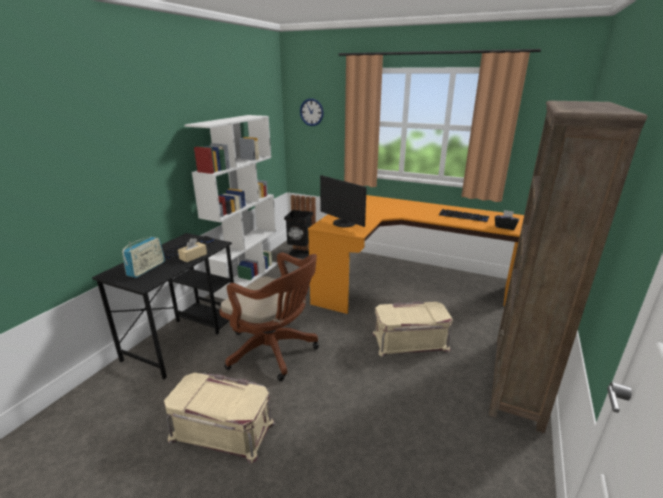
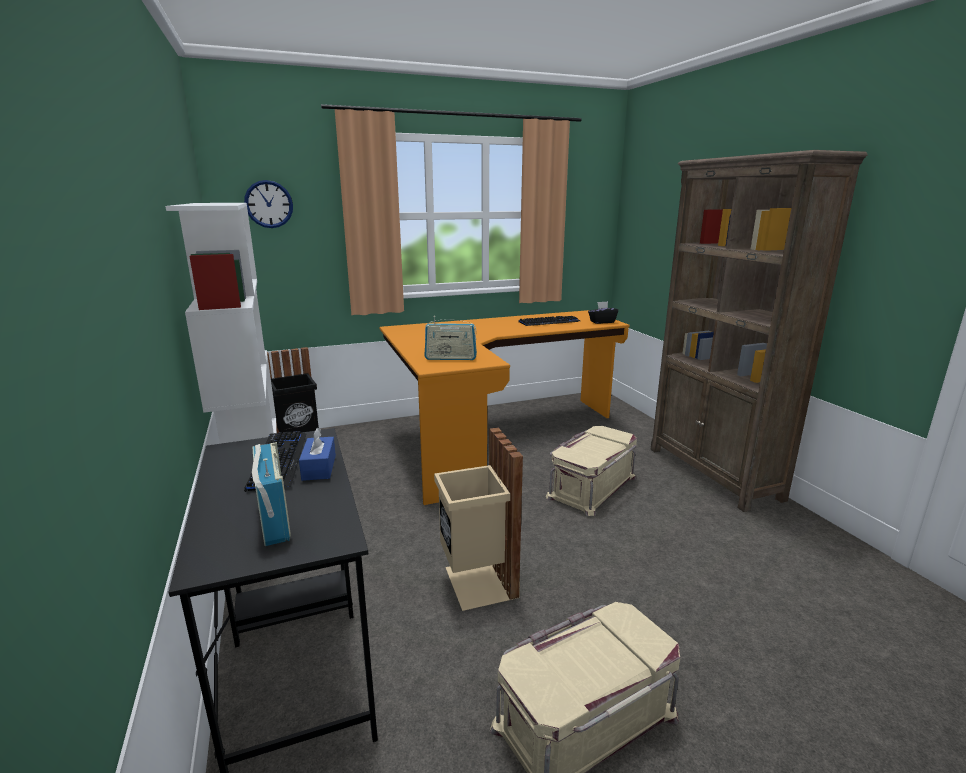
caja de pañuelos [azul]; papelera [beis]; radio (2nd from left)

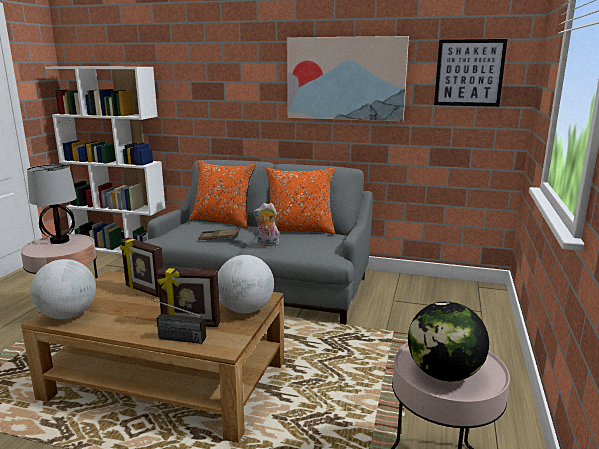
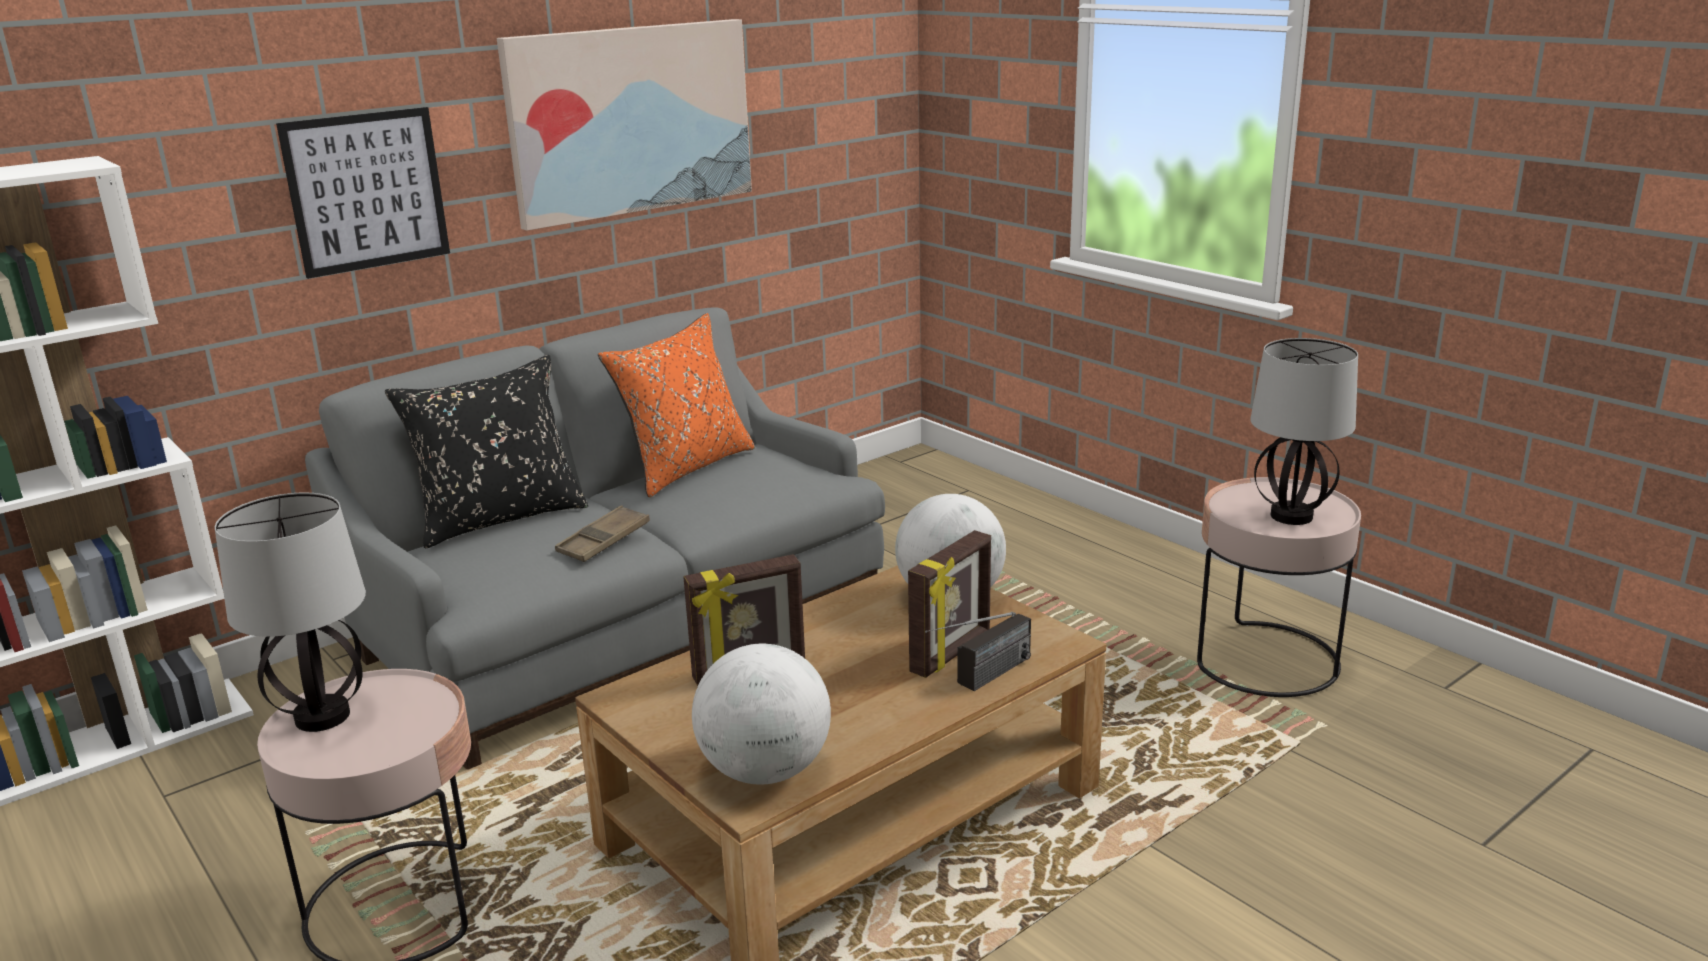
cojín [negro]; peluche; lámpara de mesa (2nd from left); cuadro (1st from left)

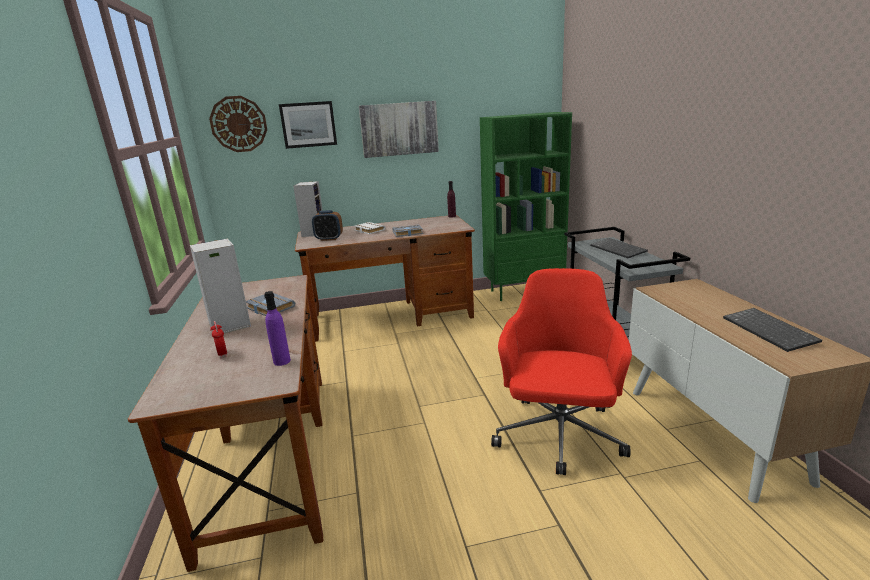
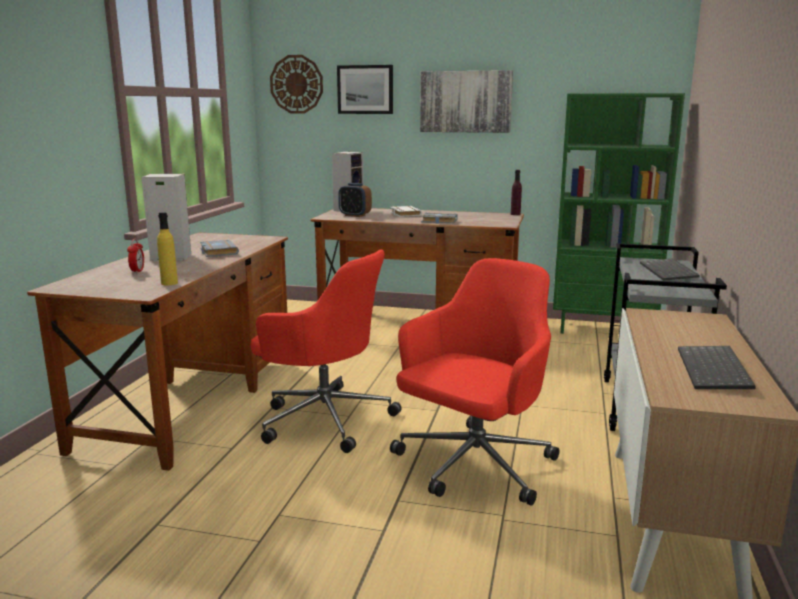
botella [amarillo]; silla de oficina [rojo] (1st from left)

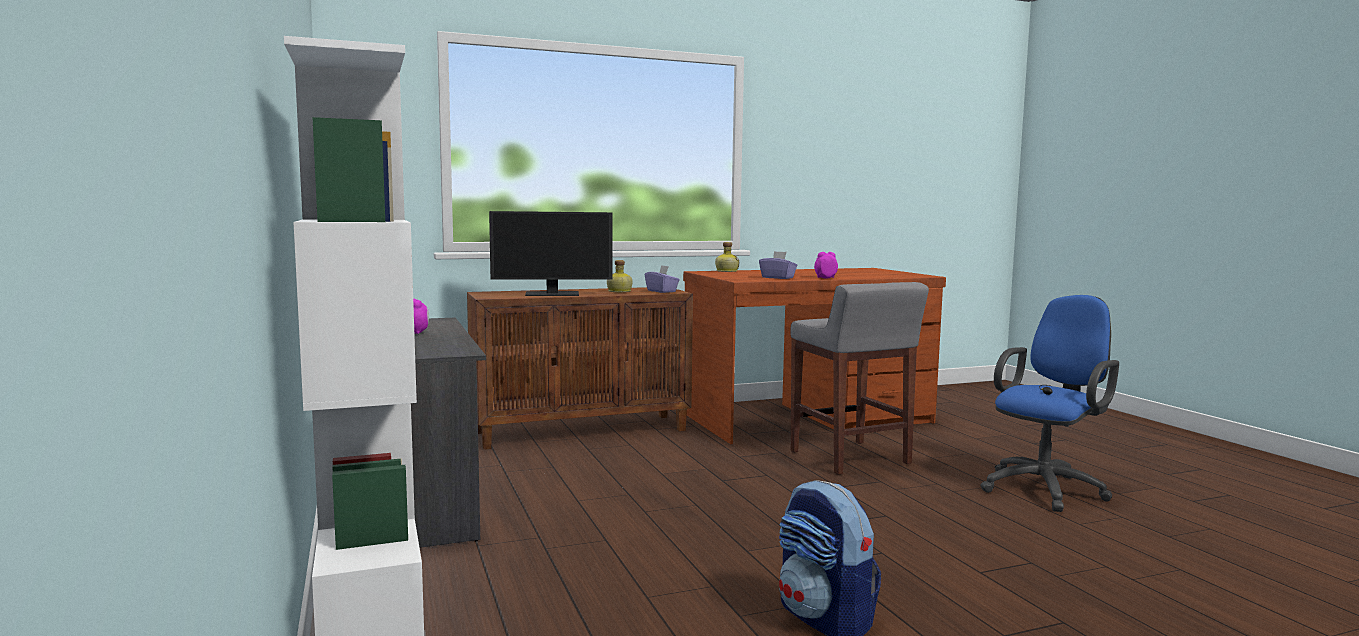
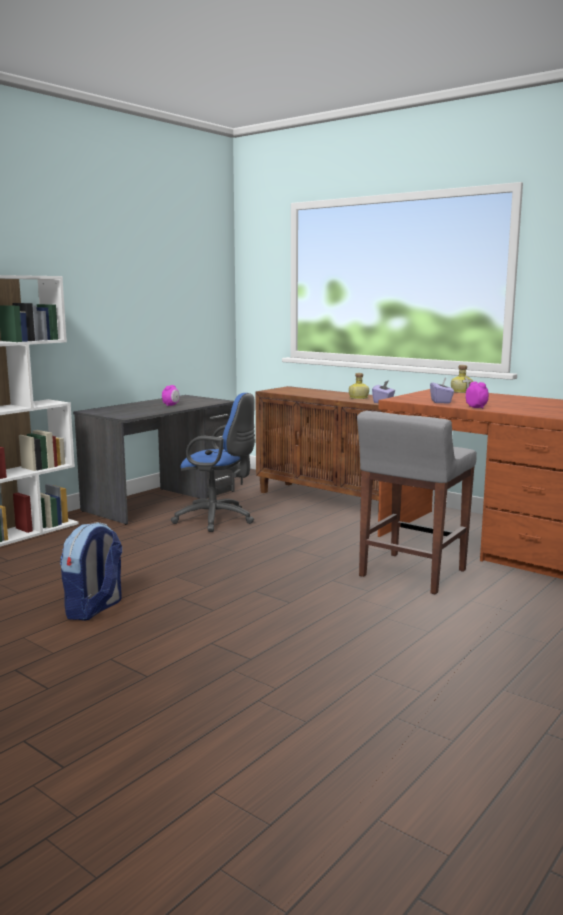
monitor; silla de oficina [azul]

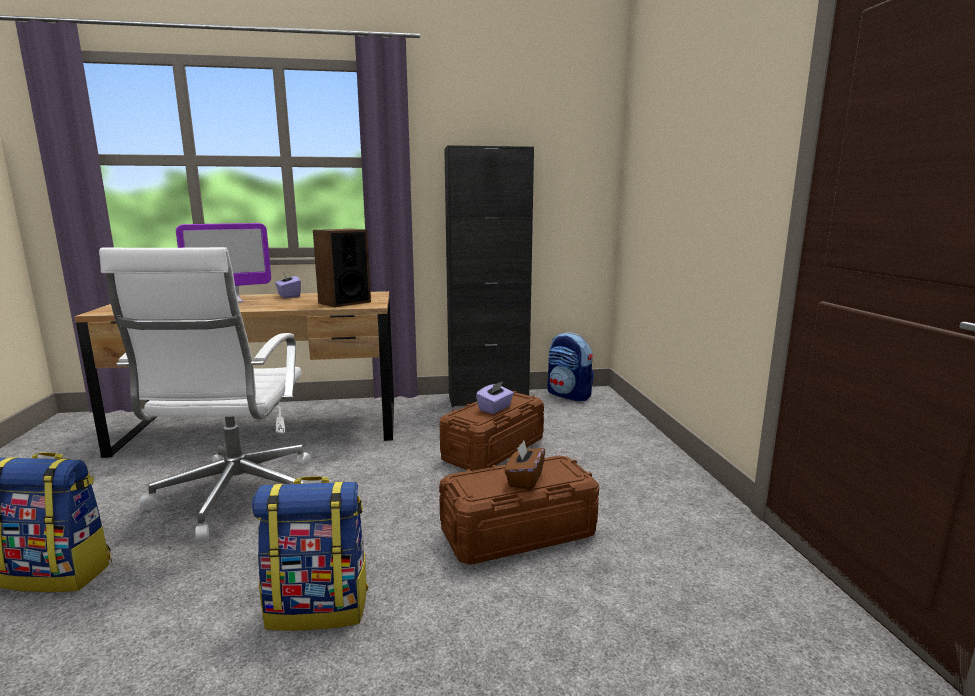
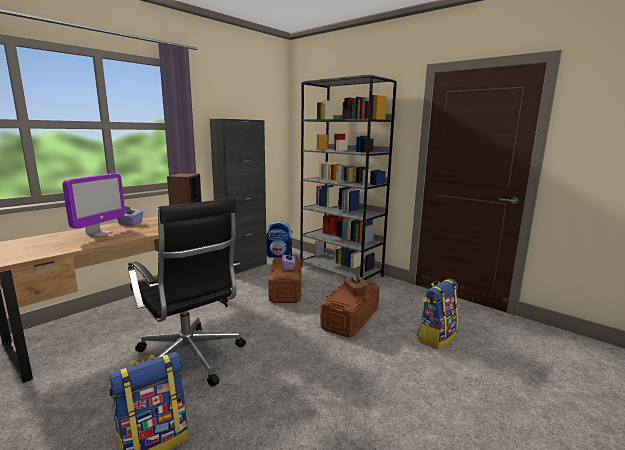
silla de oficina [negro]; mochila (3rd from left); estantería [gris]

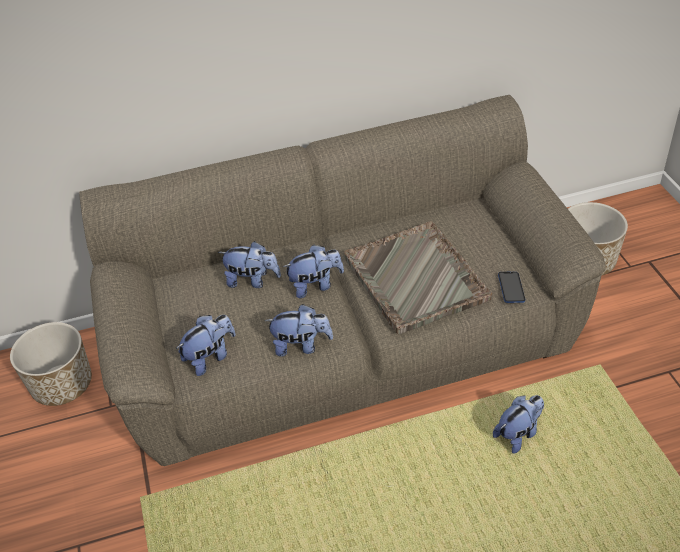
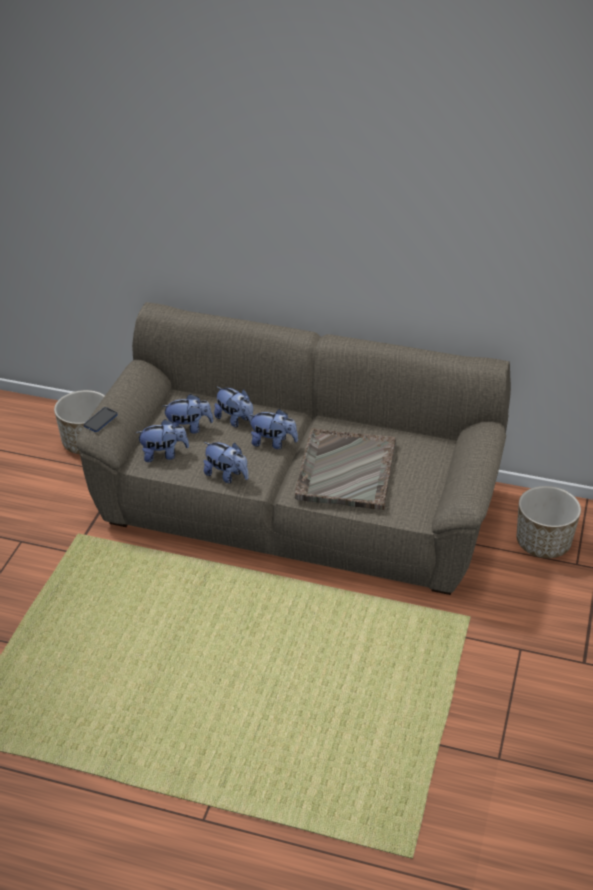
peluche (2nd from left); móvil

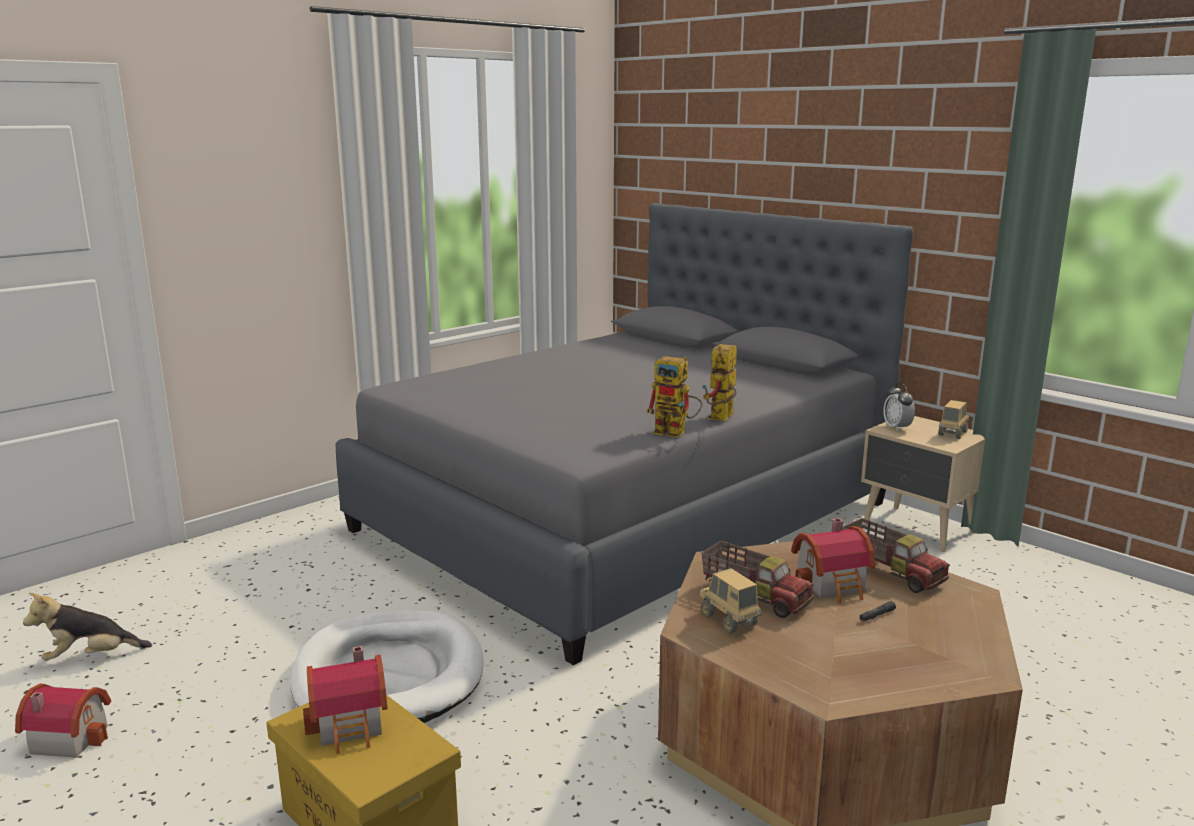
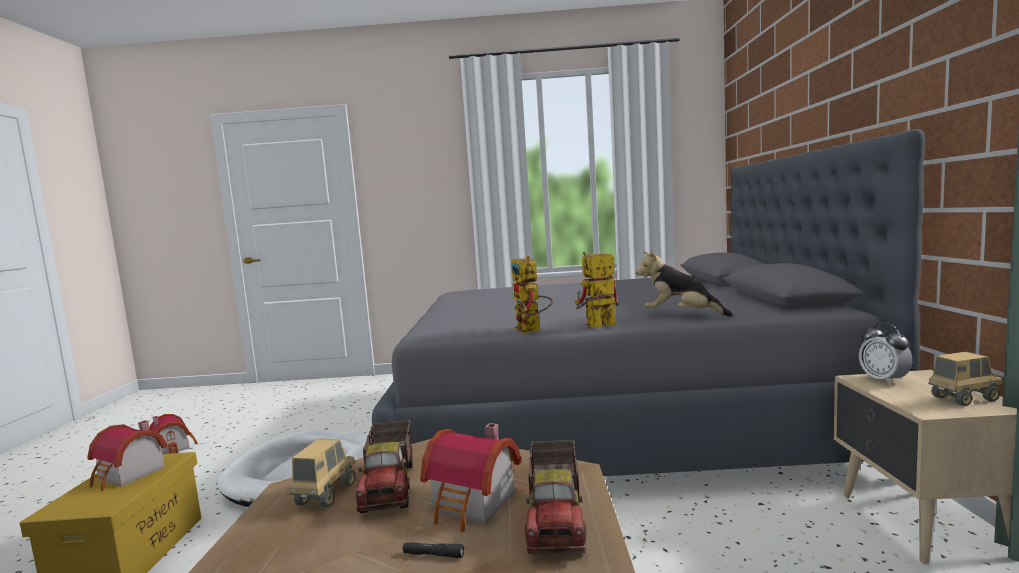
peluche; despertador

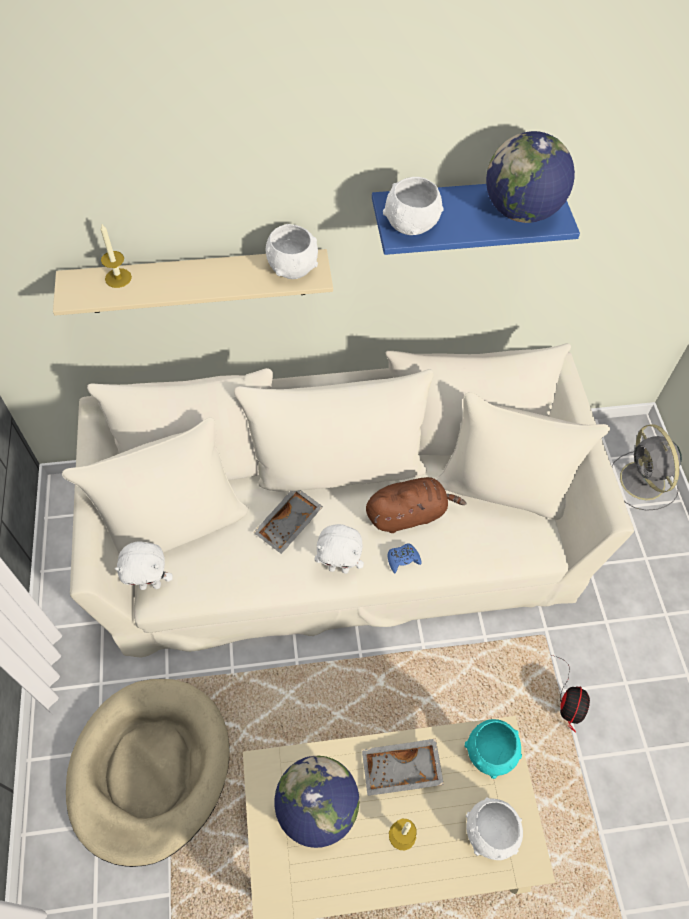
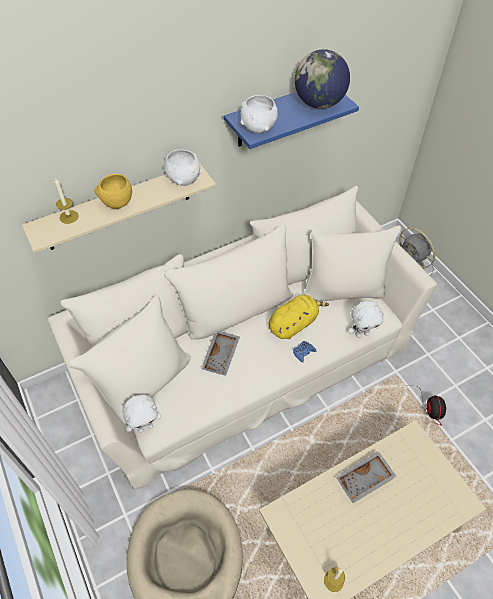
globo terráqueo (1st from left in the first image); peluche [blanco] (2nd from left); peluche [amarillo]; vela (2nd from left); cuenco [turquesa]; cuenco [blanco] (3rd from left in the first image); cuenco [amarillo]

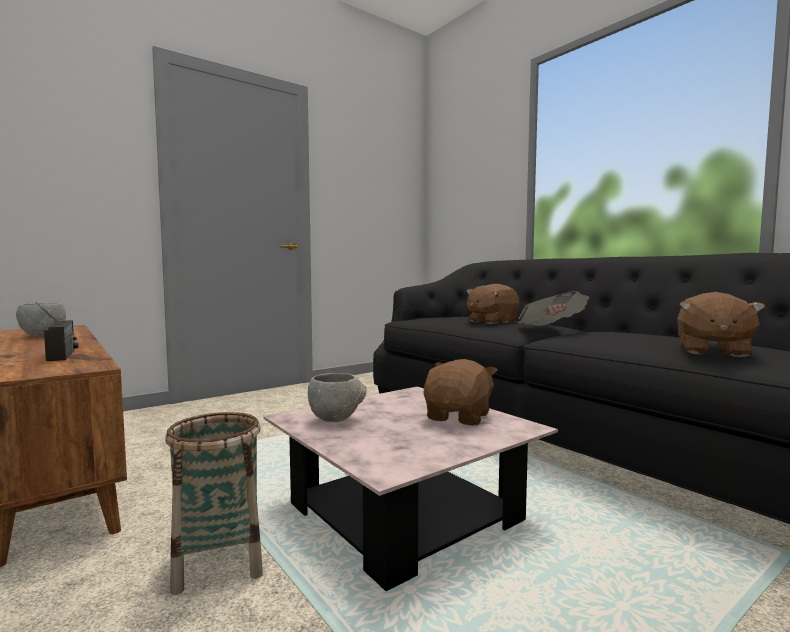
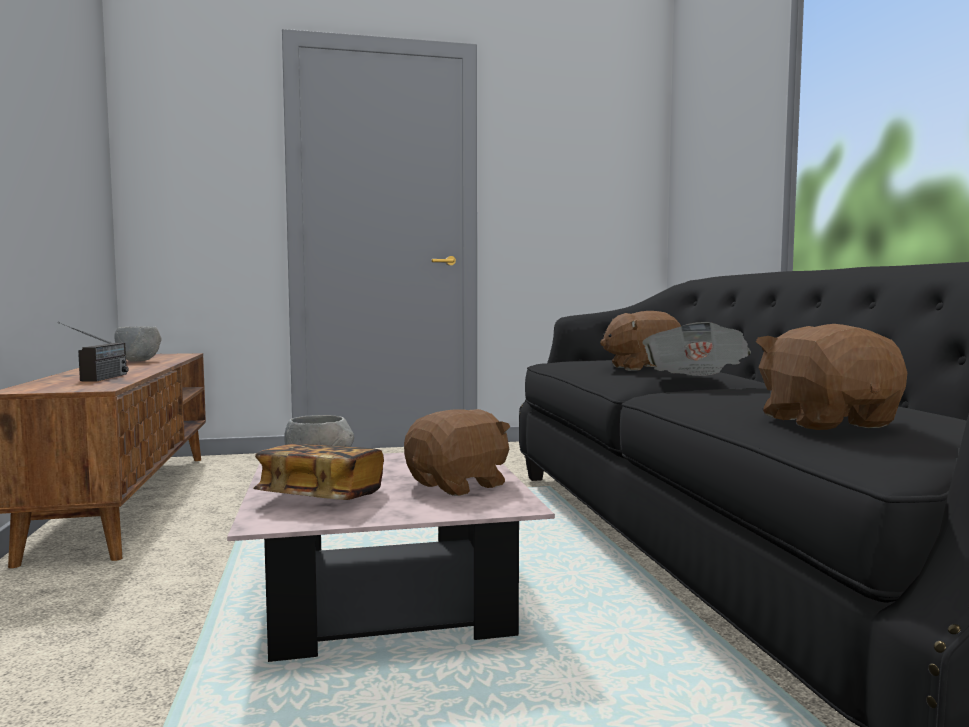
cesta; peluche [marrón] (3rd from left); libro

